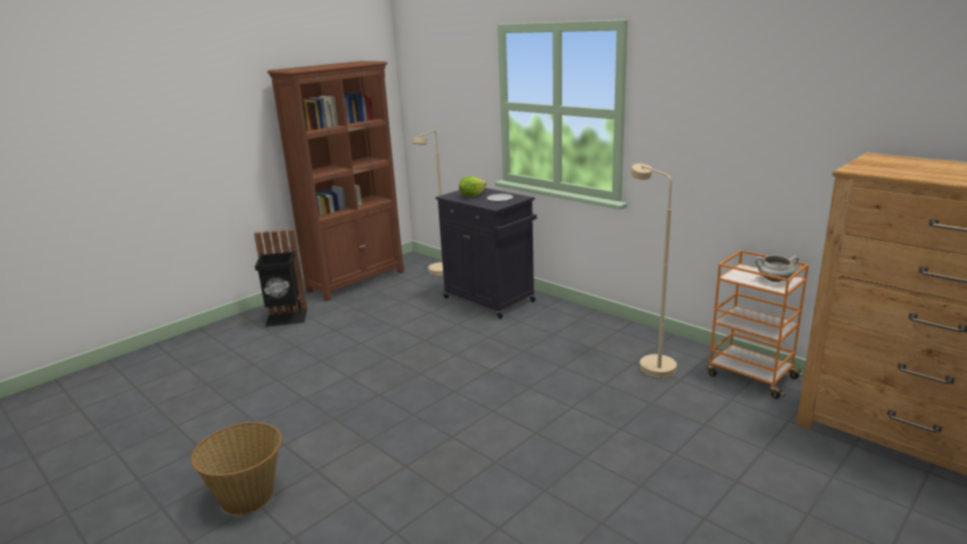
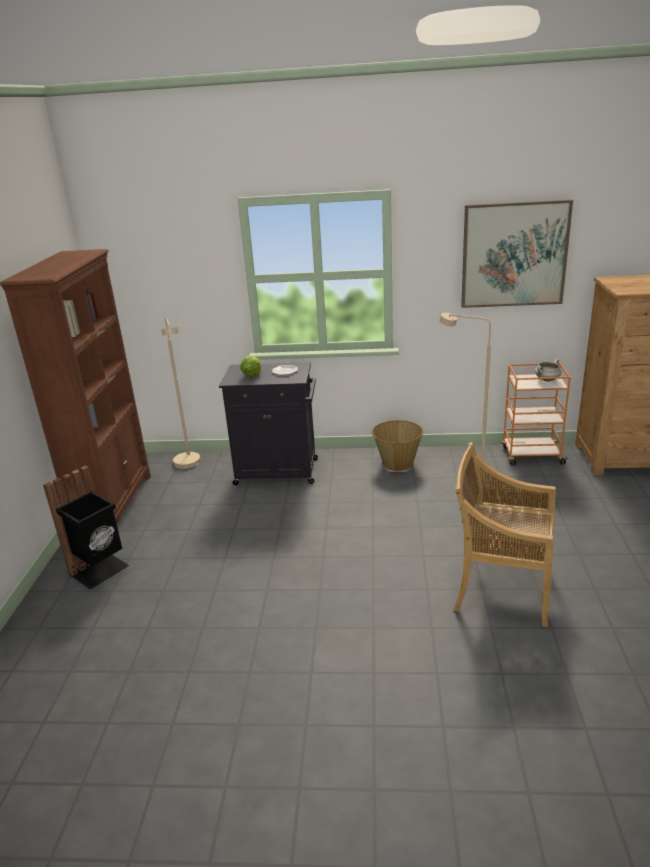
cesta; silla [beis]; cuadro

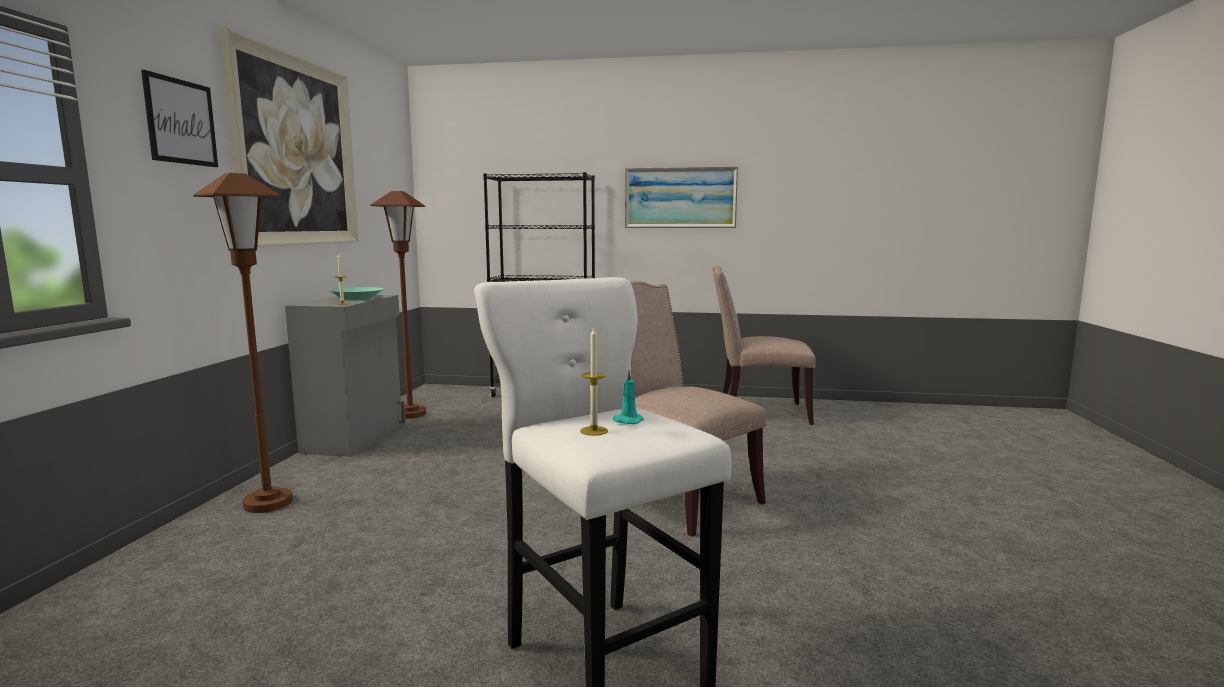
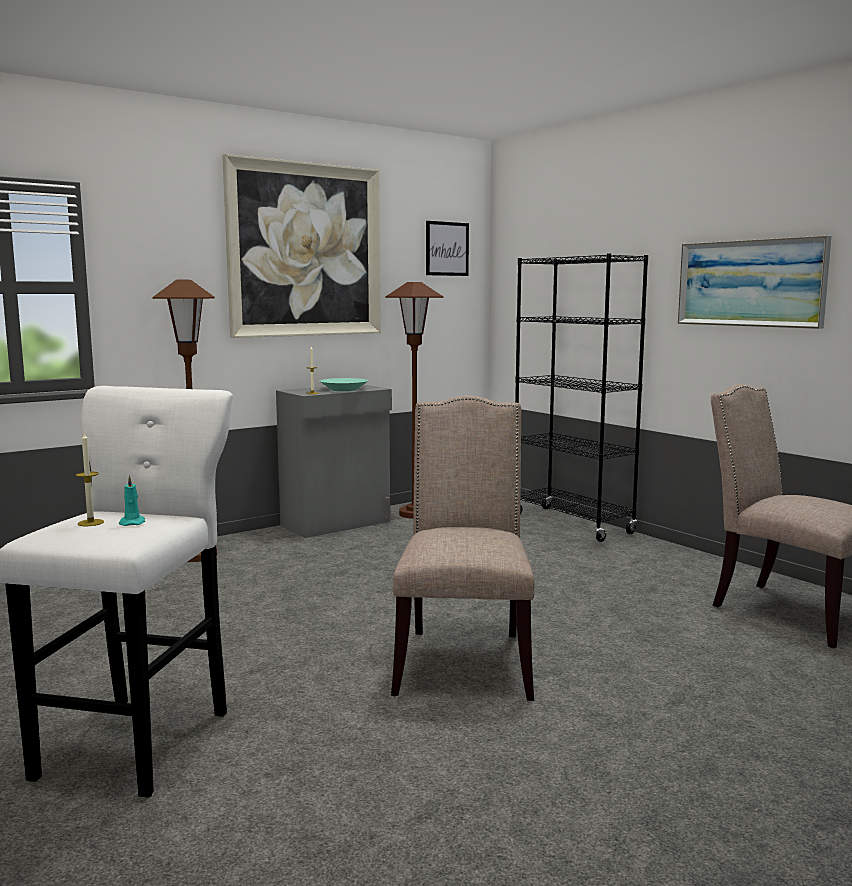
cuadro (2nd from left)

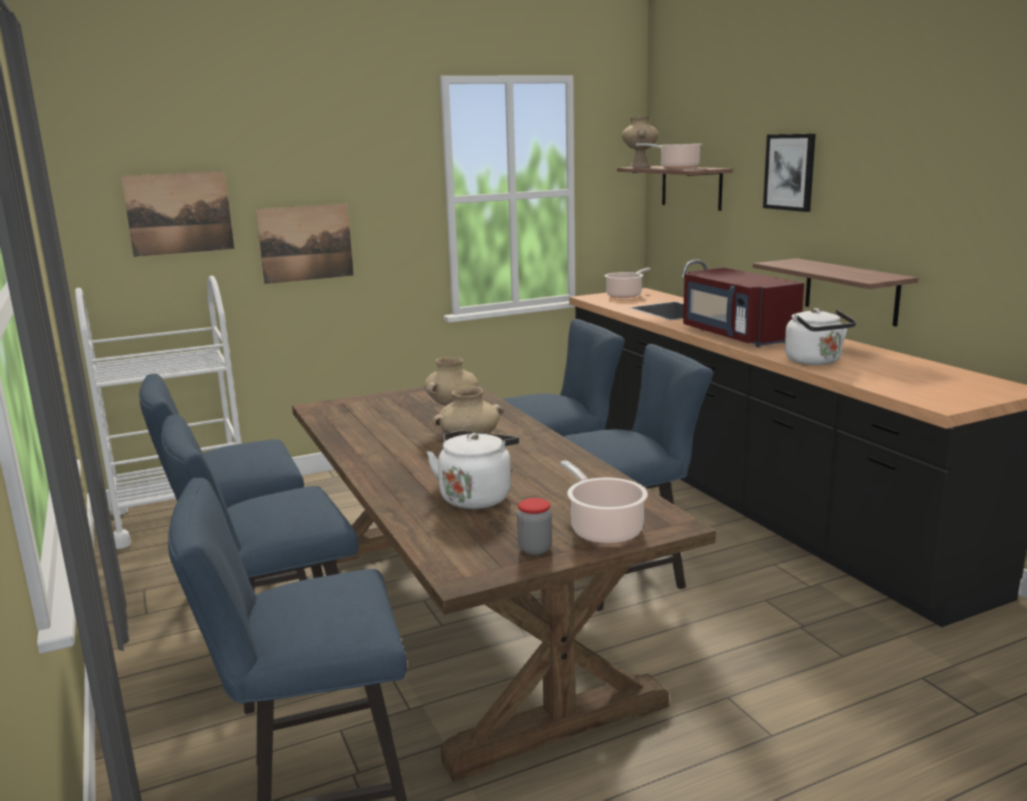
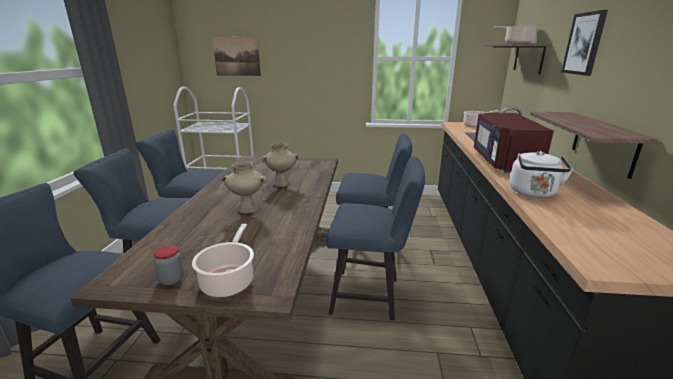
cuadro (2nd from left in the first image); hervidor [blanco] (1st from left in the first image); florero [beis] (3rd from left in the first image)

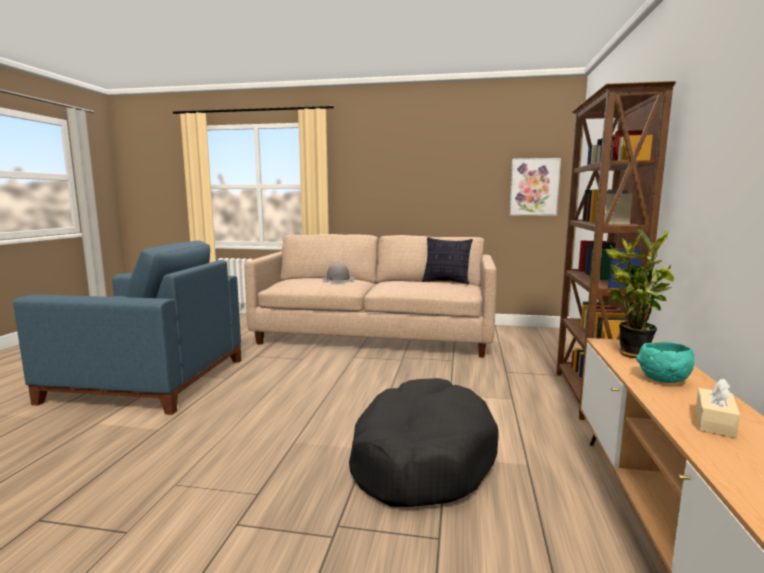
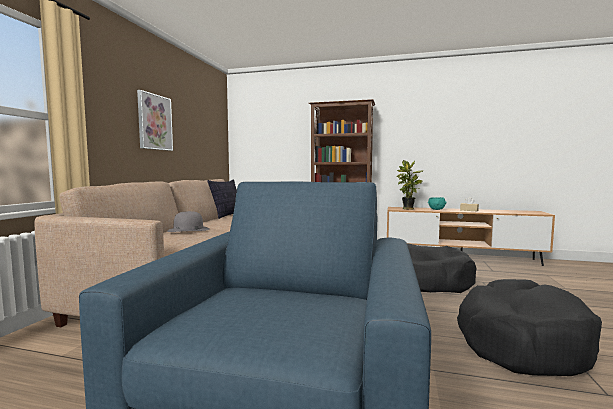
cuadro; cama para perro [negro] (2nd from left)

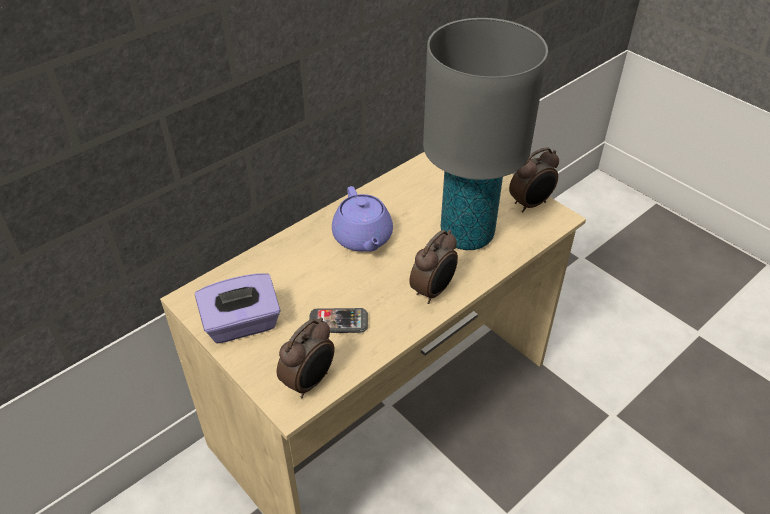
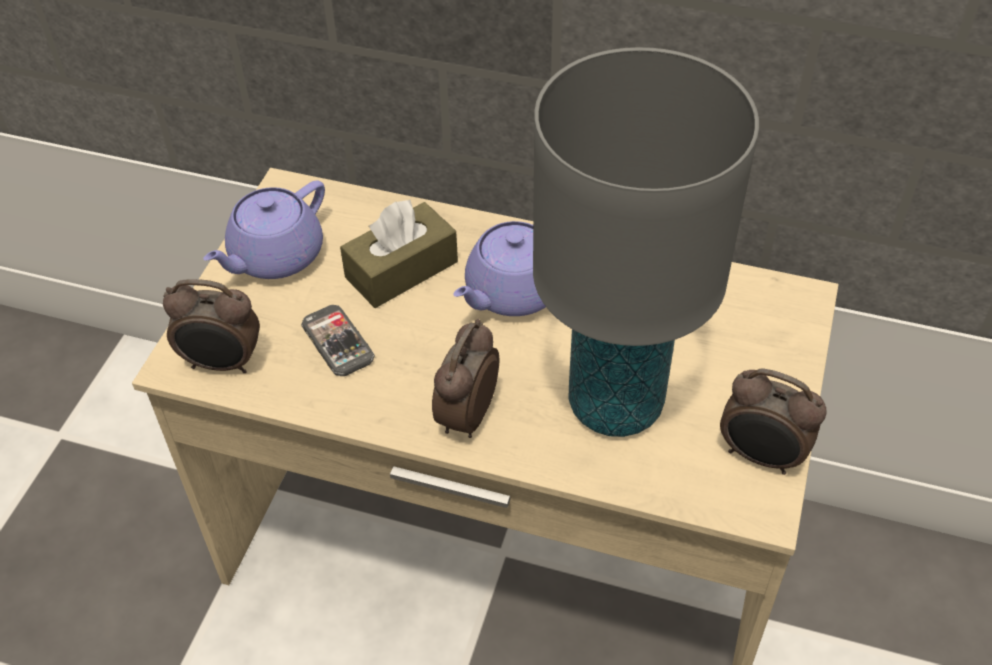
tetera [morado] (1st from left); despertador (2nd from left); caja de pañuelos [marrón]

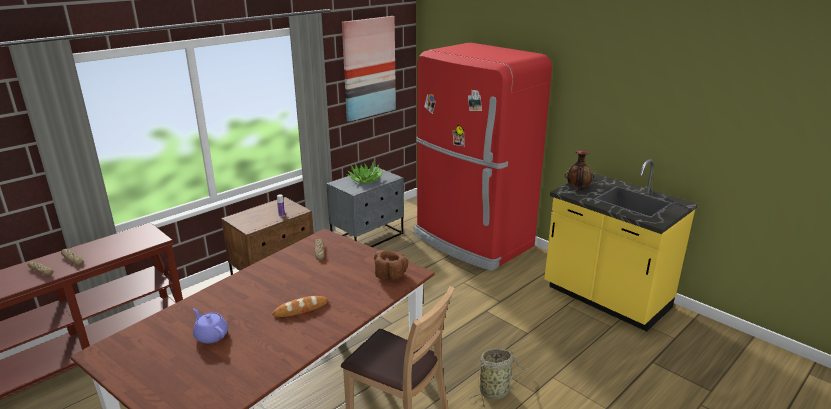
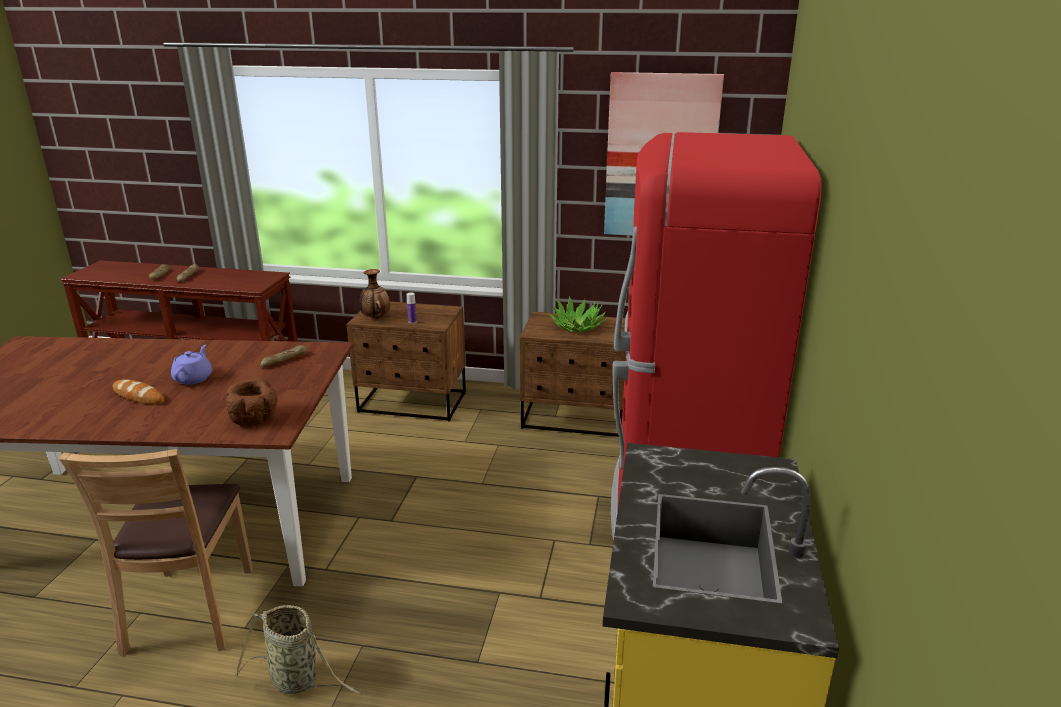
tetera [morado]; mesita de noche [marrón] (2nd from left); florero

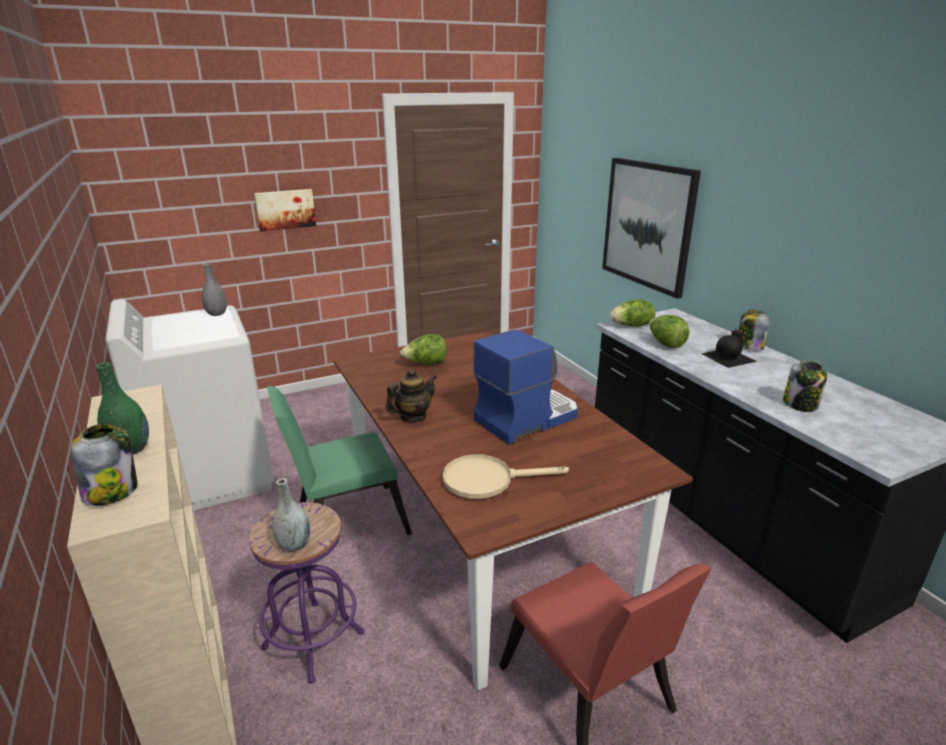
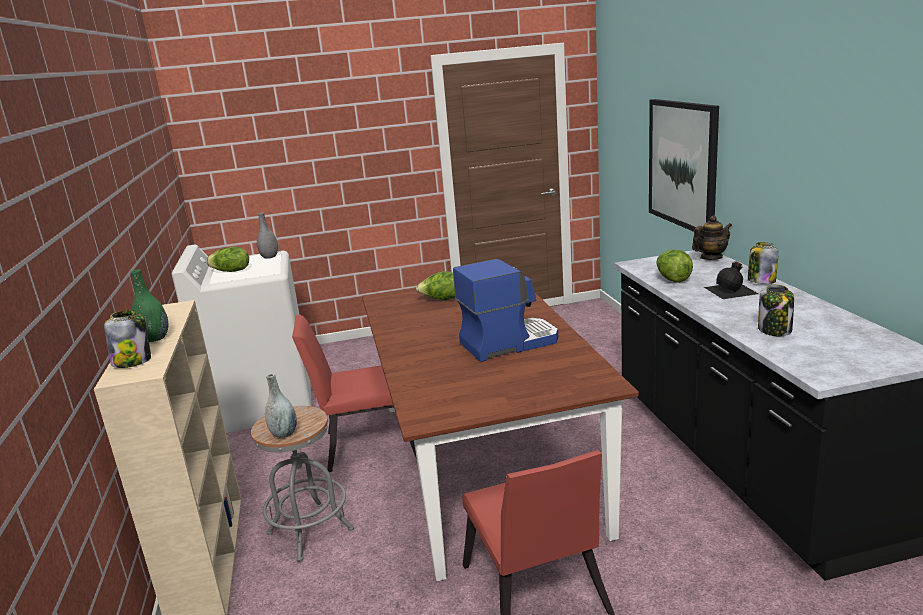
taburete [gris]; cuadro (1st from left in the first image); silla [rojo] (1st from left); tetera; sartén [beis]; lechuga (1st from left)

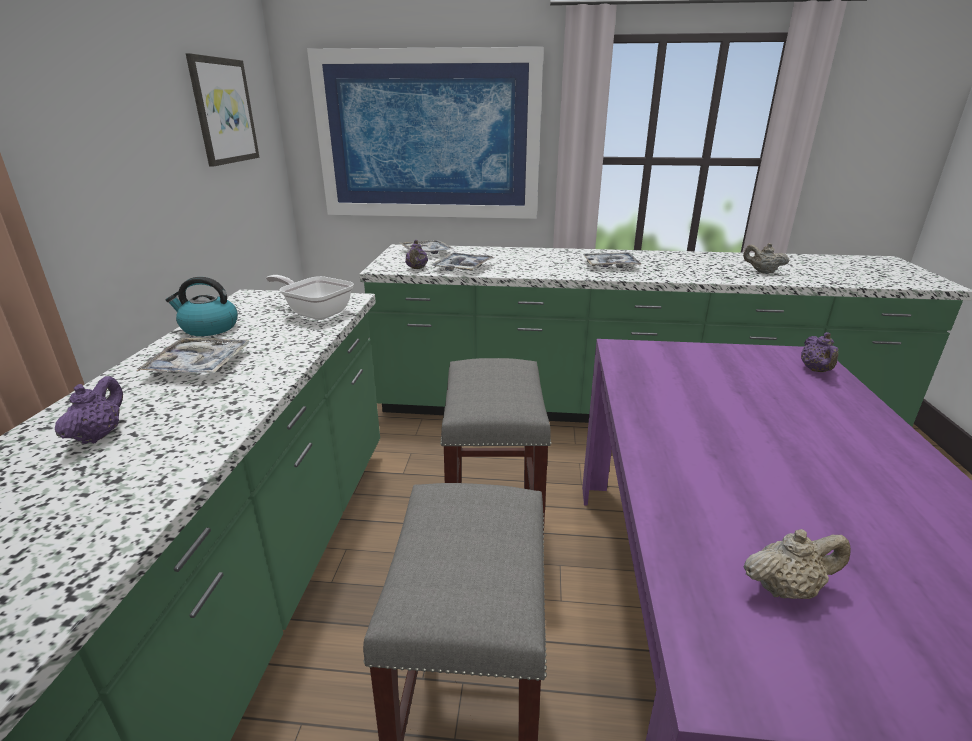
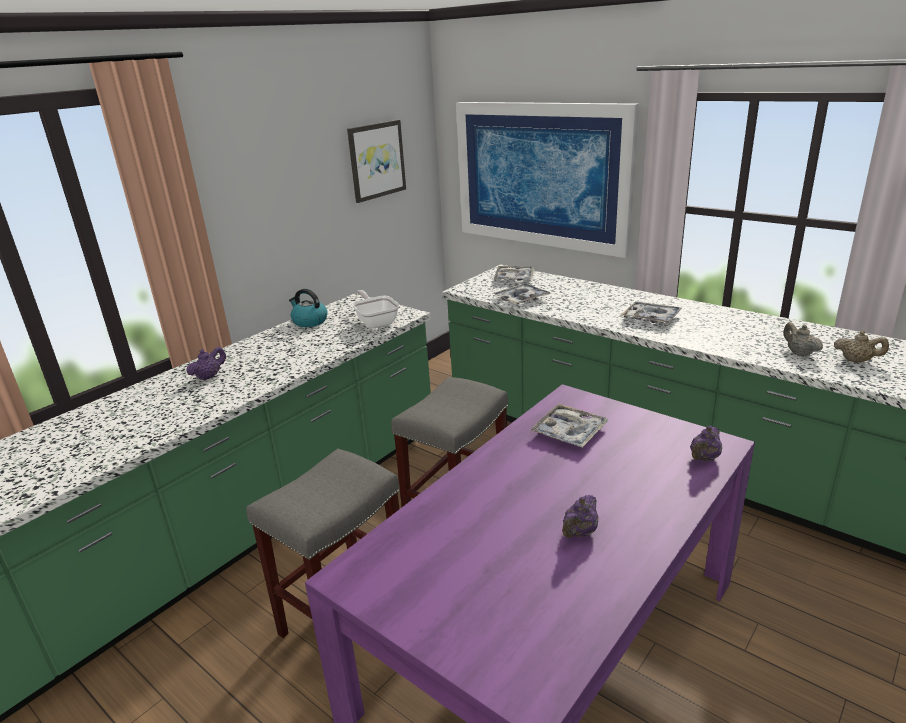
bandeja (3rd from left); tetera [morado] (2nd from left); tetera [beis] (2nd from left)

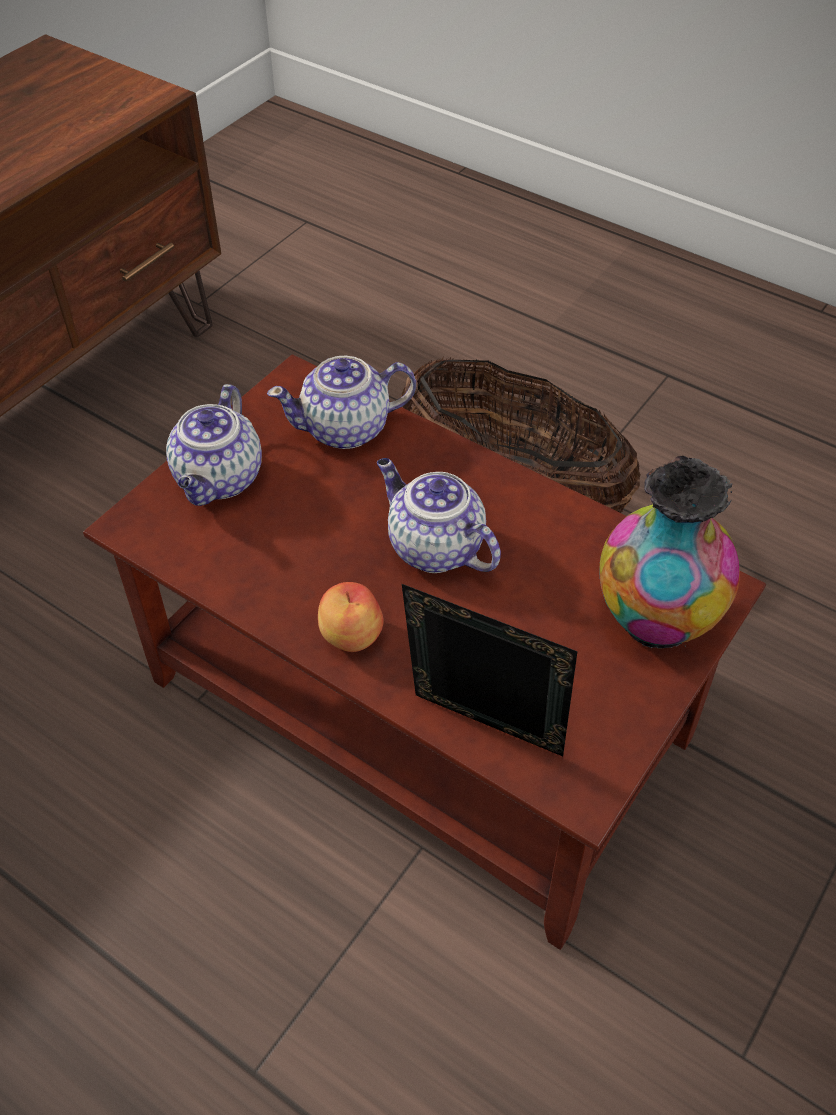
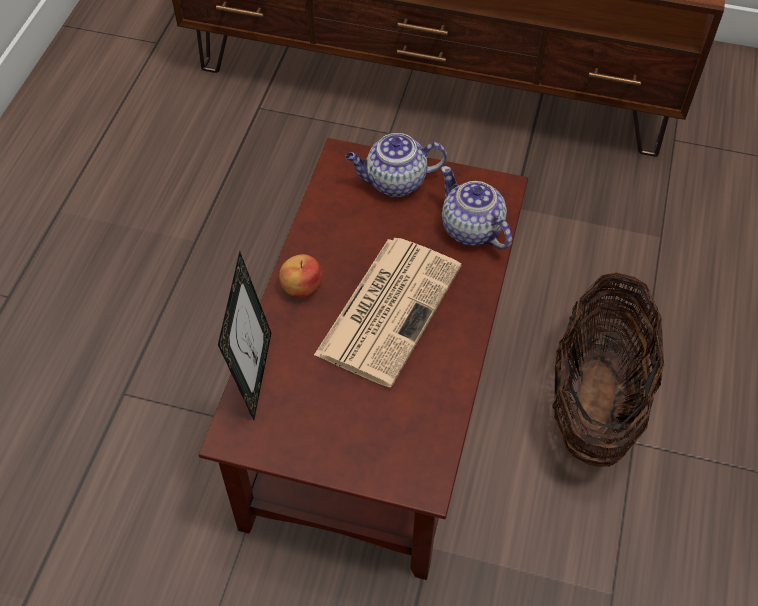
periódico; florero

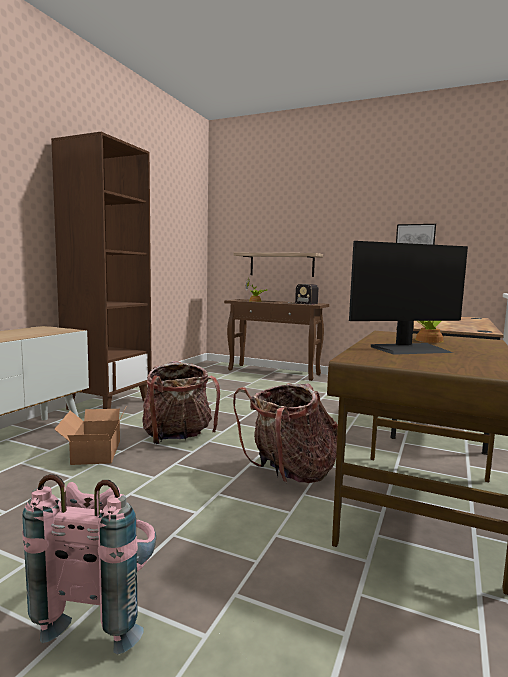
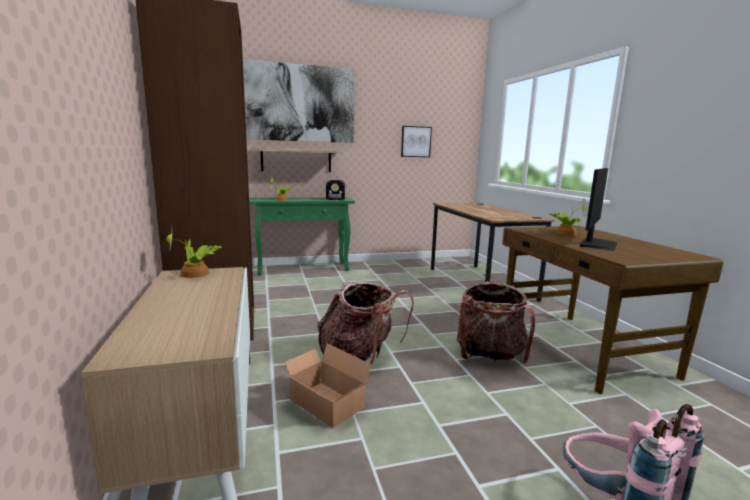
mesa consola [verde]; planta en maceta (1st from left); cuadro (1st from left)

